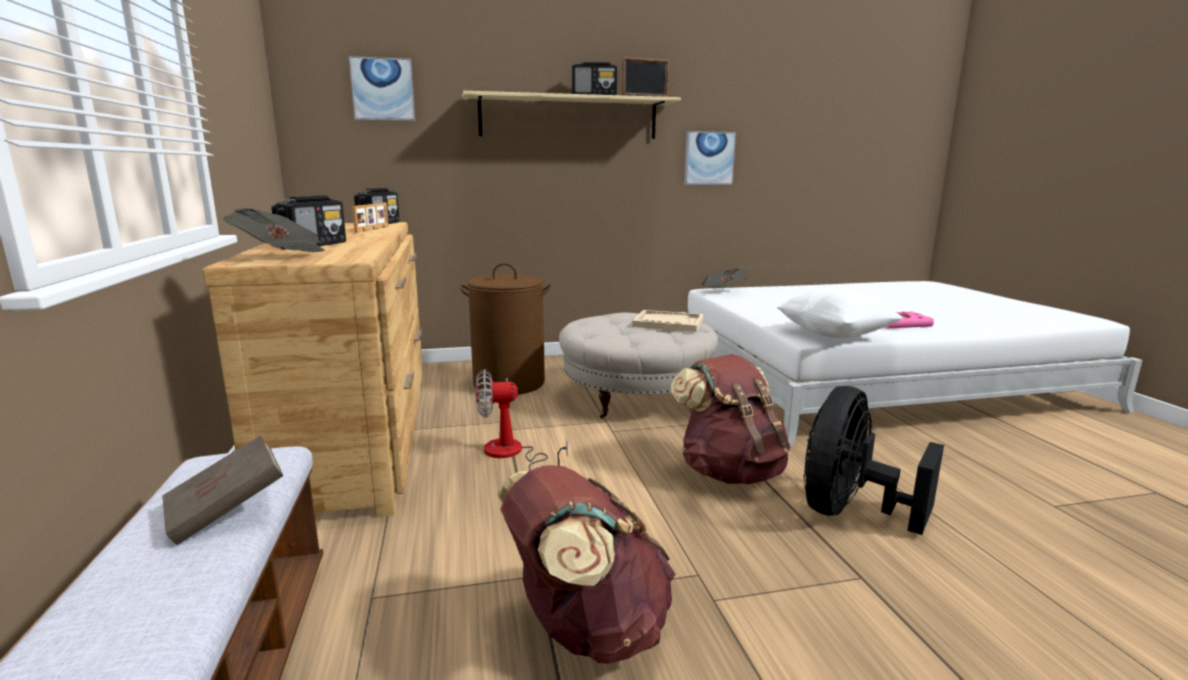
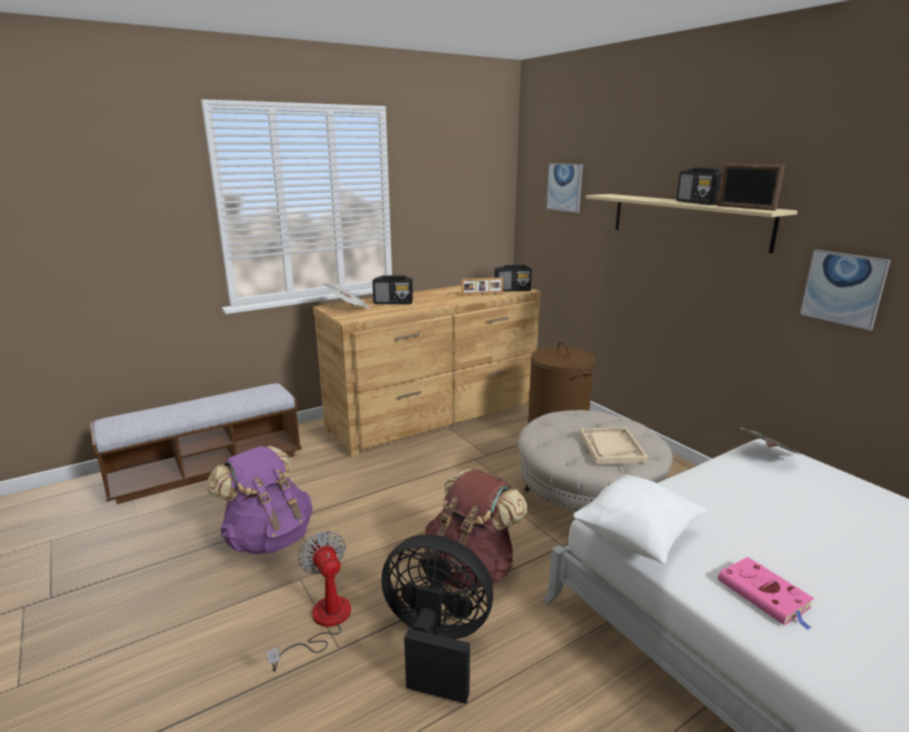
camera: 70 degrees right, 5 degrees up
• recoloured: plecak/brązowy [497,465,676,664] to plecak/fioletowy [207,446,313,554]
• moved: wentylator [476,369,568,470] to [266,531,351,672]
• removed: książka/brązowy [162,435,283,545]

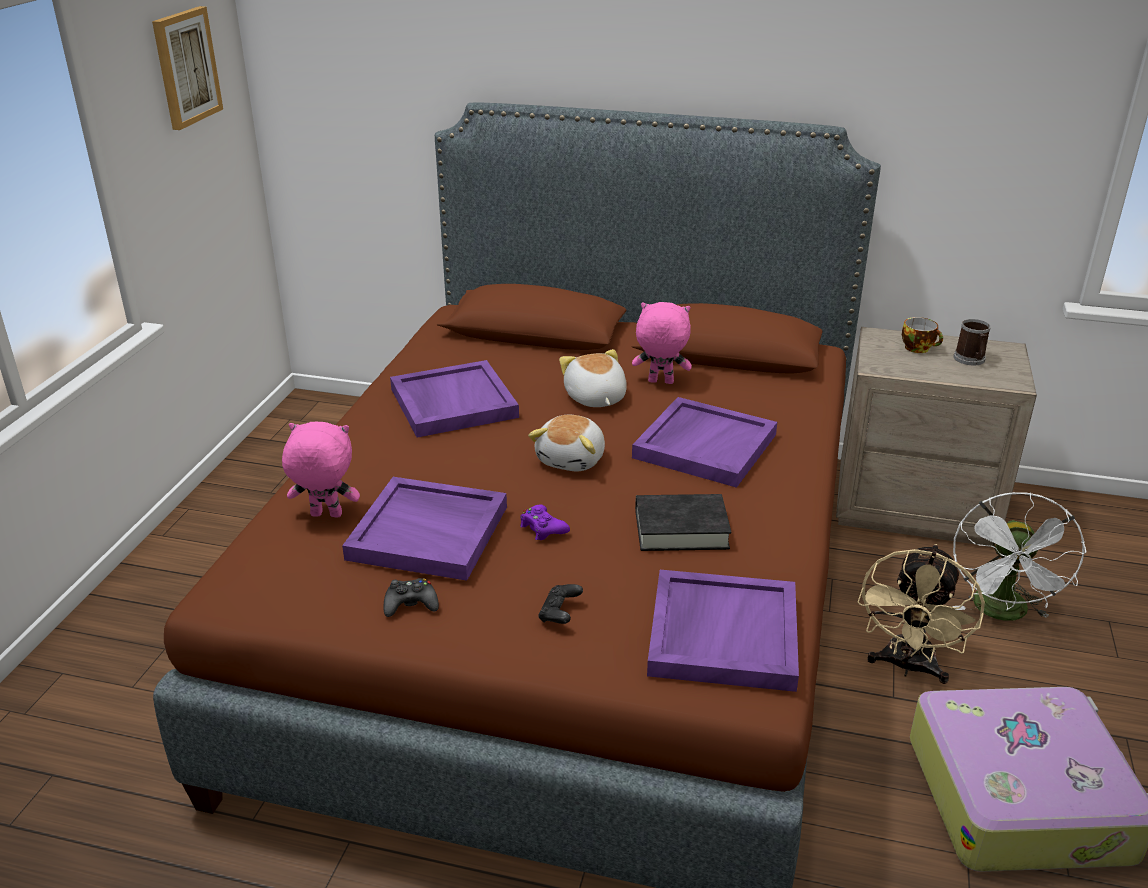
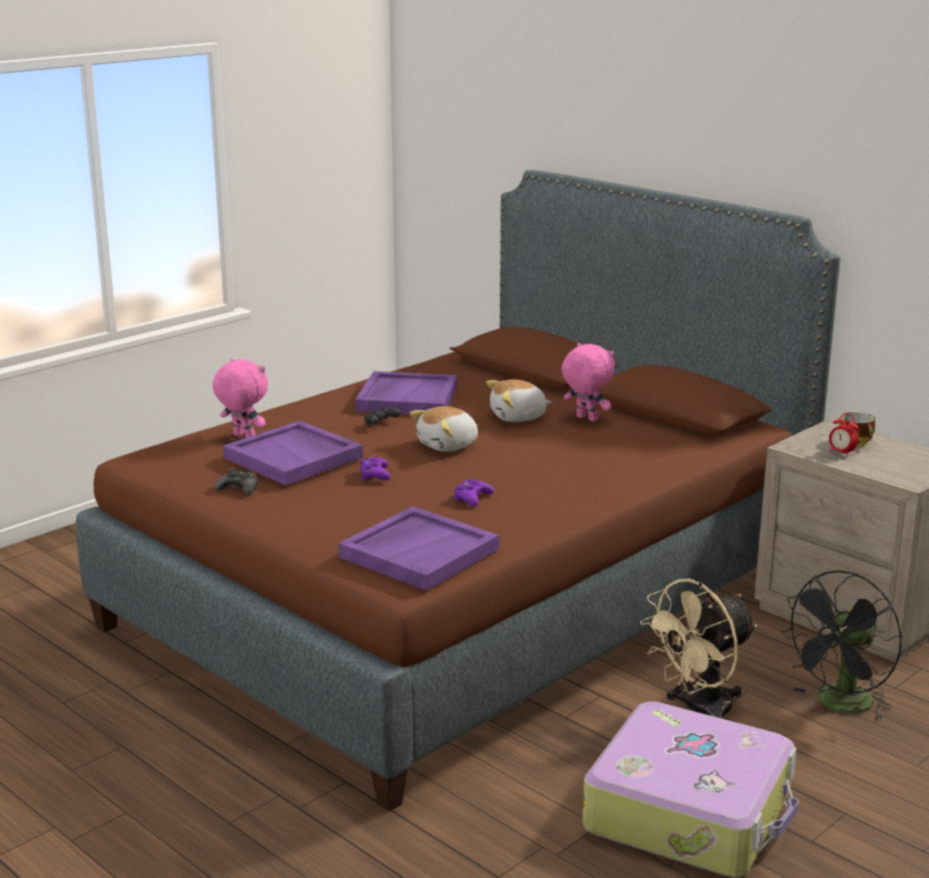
camera: 30 degrees right, 10 degrees down
• moved: pad do gier/czarny [538,584,583,624] to [364,407,401,425]
• replaced: książka/czarny [635,494,732,551] to pad do gier/fioletowy [453,479,494,506]
• turned: pluszak [559,349,627,407] = [486,379,552,422] 120 degrees counterclockwise
• recoloured: wentylator/biały [952,492,1086,621] to wentylator/czarny [780,571,902,721]
• added: budzik [829,413,859,457]
• removed: obraz [152,6,223,130]
• removed: taca/fioletowy [632,397,777,488]
• removed: kubek [953,319,991,365]

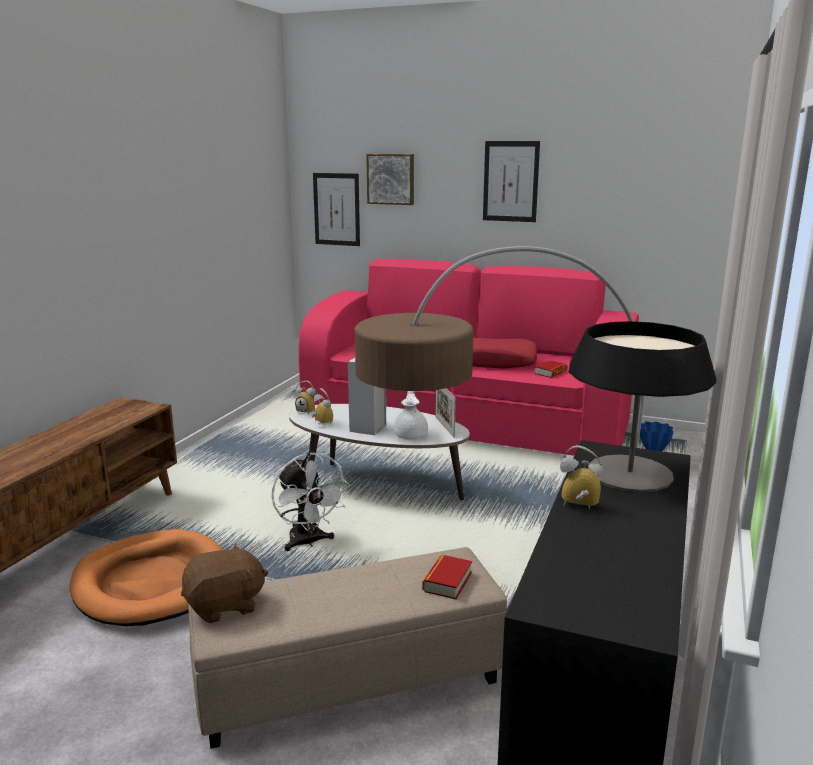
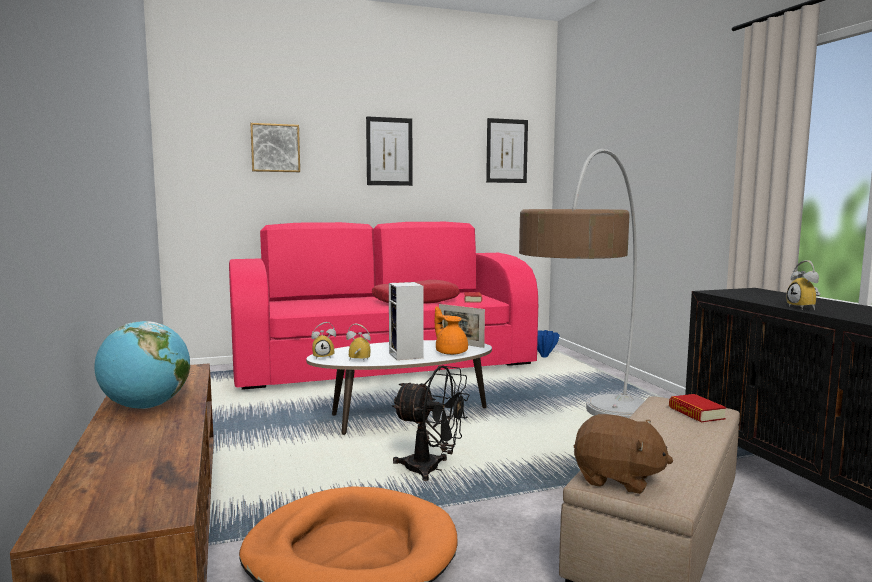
camera: 40 degrees left, 10 degrees down
• added: globus [94,321,190,409]
• recoloured: wentylator/biały [272,452,350,551] to wentylator/czarny [392,365,469,481]
• recoloured: imbryk/biały [394,391,428,439] to imbryk/pomarańczowy [435,307,468,355]
• moved: obraz [313,173,360,246] to [486,118,528,183]
• turned: pluszak/brązowy [181,543,268,623] = [574,414,673,494] 90 degrees clockwise
• turned: budzik [560,445,603,510] = [787,260,820,310] 75 degrees counterclockwise
• removed: lampa stołowa [569,321,717,493]

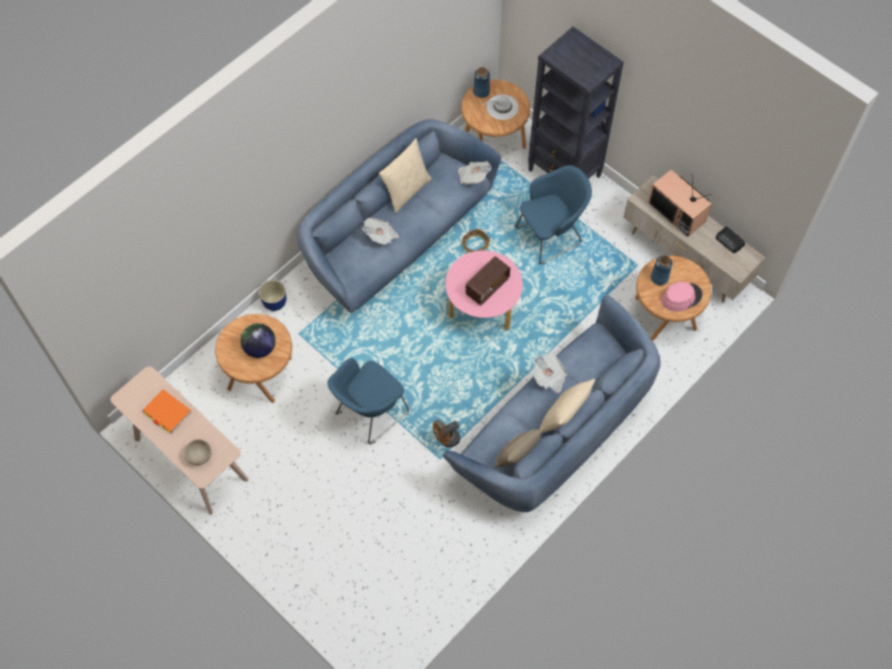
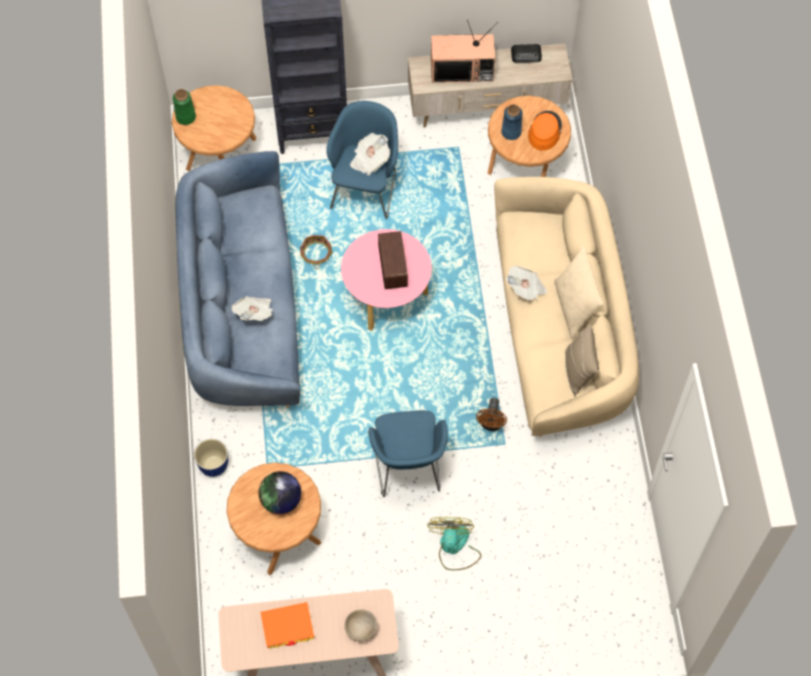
camera: 50 degrees left, 0 degrees up
• recoloured: wazon/niebieski [473,67,490,98] to wazon/zielony [173,89,196,125]
• moved: gazeta [458,161,491,184] to [350,133,390,175]
• added: wentylator [427,517,481,570]
• recoloured: kanapa/niebieski [443,294,661,512] to kanapa/beżowy [494,177,639,437]
• recoloured: kapelusz/różowy [662,282,702,312] to kapelusz/pomarańczowy [528,111,562,151]
• removed: poduszka/beżowy [379,138,432,213]
• removed: kapelusz/biały [483,94,518,120]

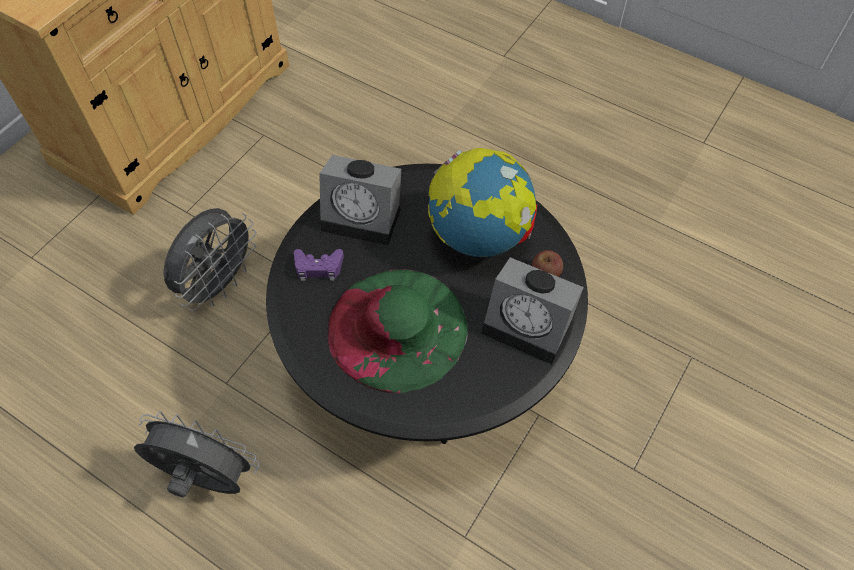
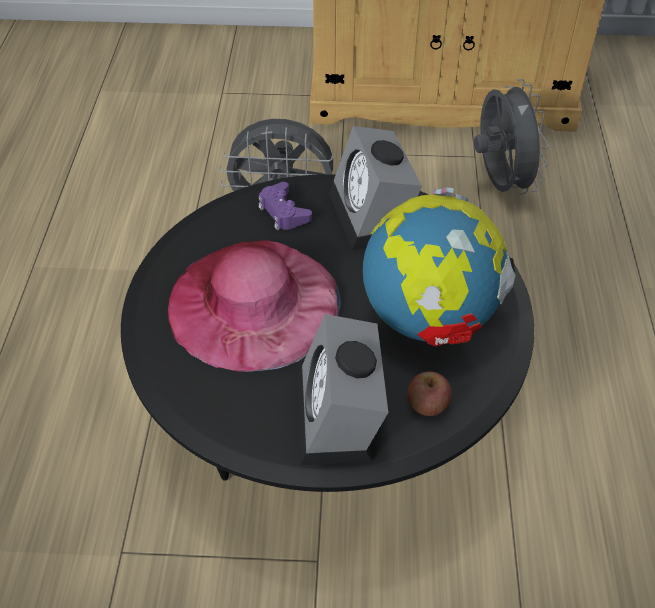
camera: 60 degrees right, 10 degrees down
• recoloured: kapelusz/zielony [328,269,468,393] to kapelusz/różowy [167,240,341,372]
• moved: wentylator/szary [134,411,260,497] to [474,79,549,195]

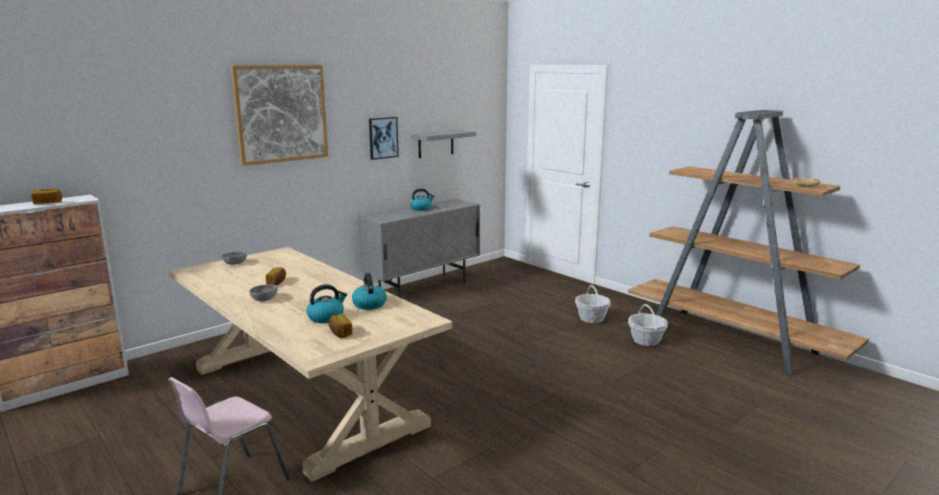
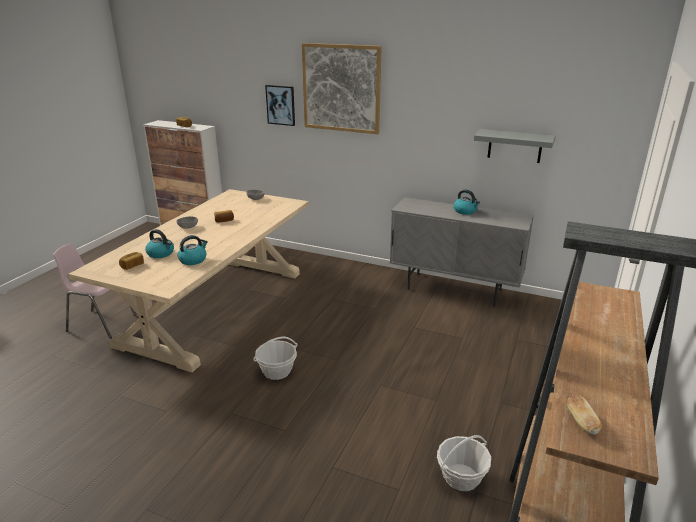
camera: 65 degrees right, 10 degrees up
• moved: koszyk [575,285,611,323] to [253,337,297,380]
• moved: obraz [369,117,399,160] to [265,85,295,126]

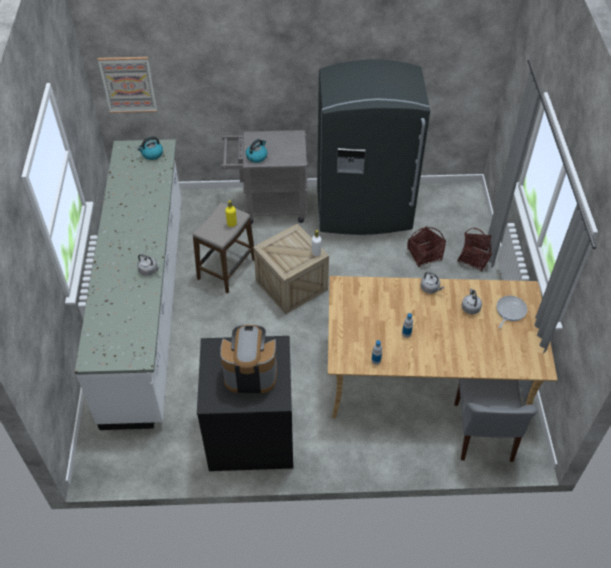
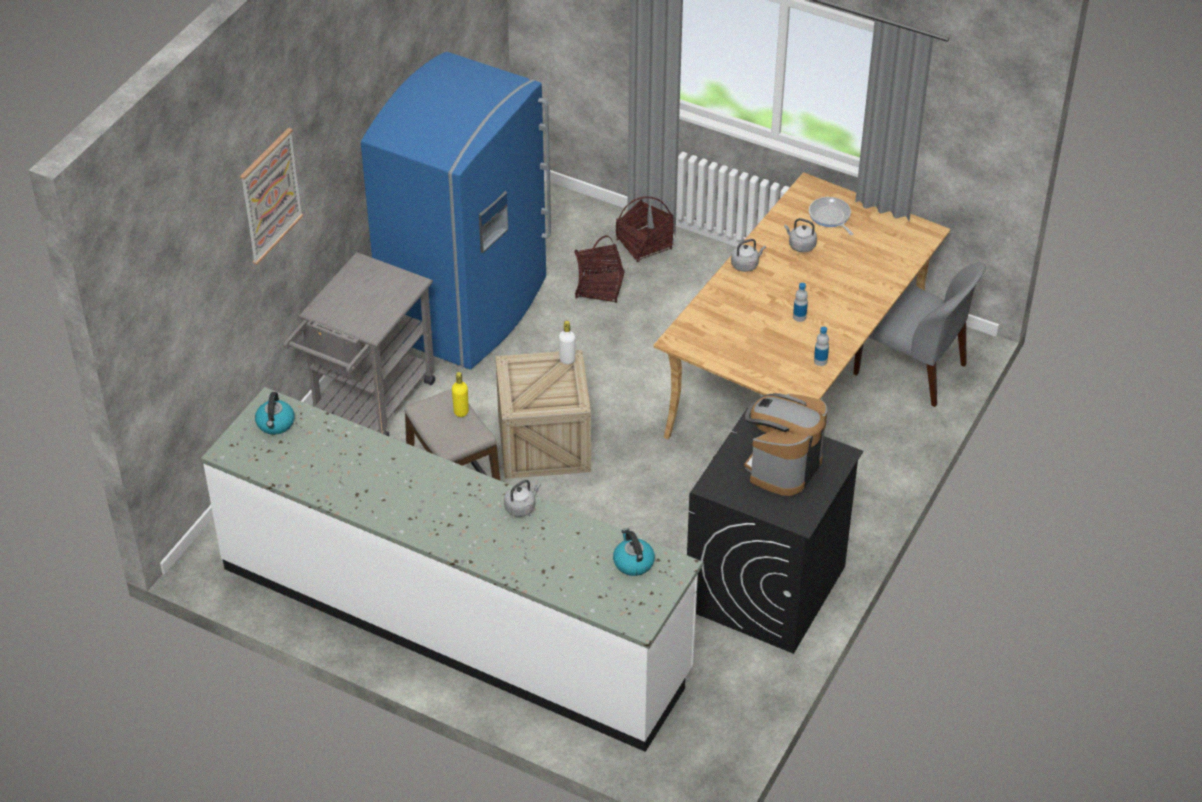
camera: 60 degrees left, 5 degrees down
• moved: obraz [97,57,157,113] to [240,128,303,265]
• recoloured: lodówka/szary [317,59,430,235] to lodówka/niebieski [361,52,551,369]
• moved: czajnik [246,139,267,163] to [613,528,655,576]

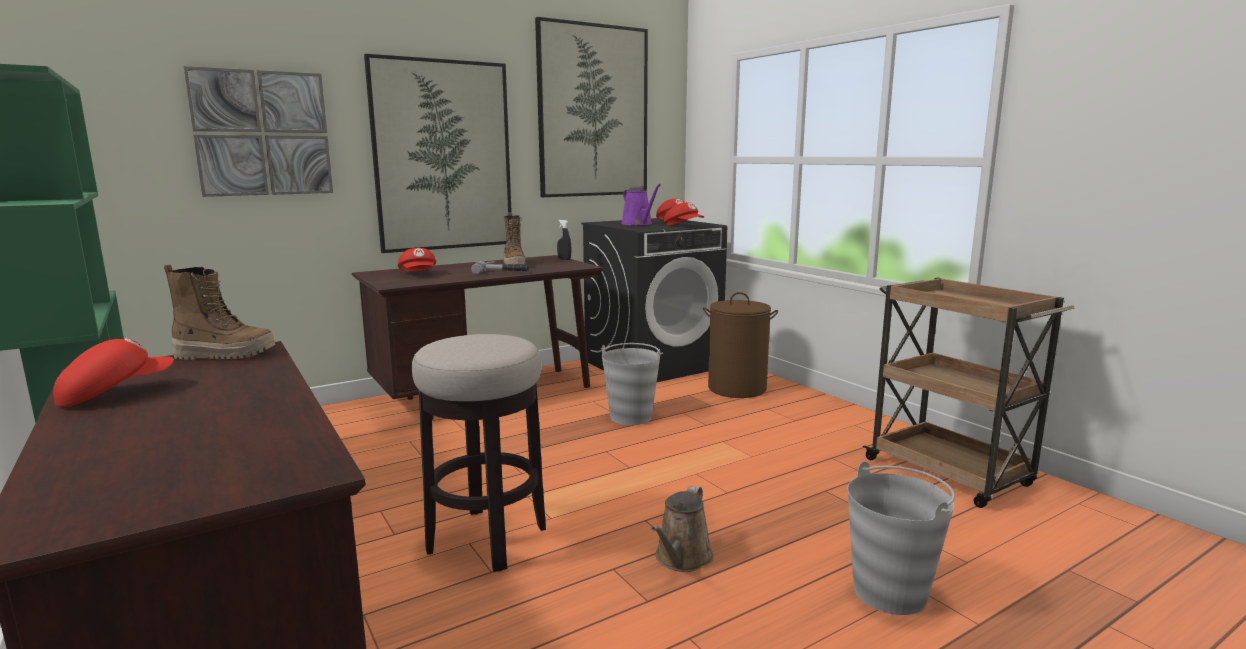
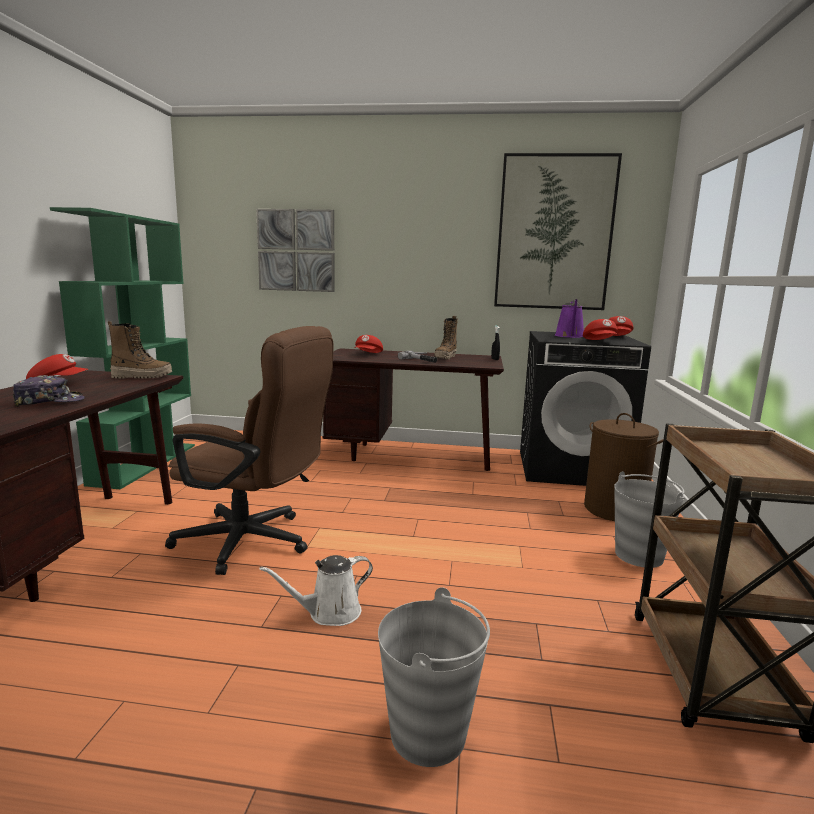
camera: 40 degrees right, 0 degrees up
• added: czapka z daszkiem [13,375,85,407]
• turned: but z cholewką [164,265,275,360] = [108,321,172,379] 45 degrees counterclockwise
• replaced: stołek [412,334,546,572] to krzesło biurowe/brązowy [165,326,333,575]
• recoloured: konewka/brązowy [652,485,713,572] to konewka/biały [260,555,373,626]
• moved: wiadro/szary [601,343,663,425] to [614,471,685,568]
• removed: obraz [364,54,512,253]

